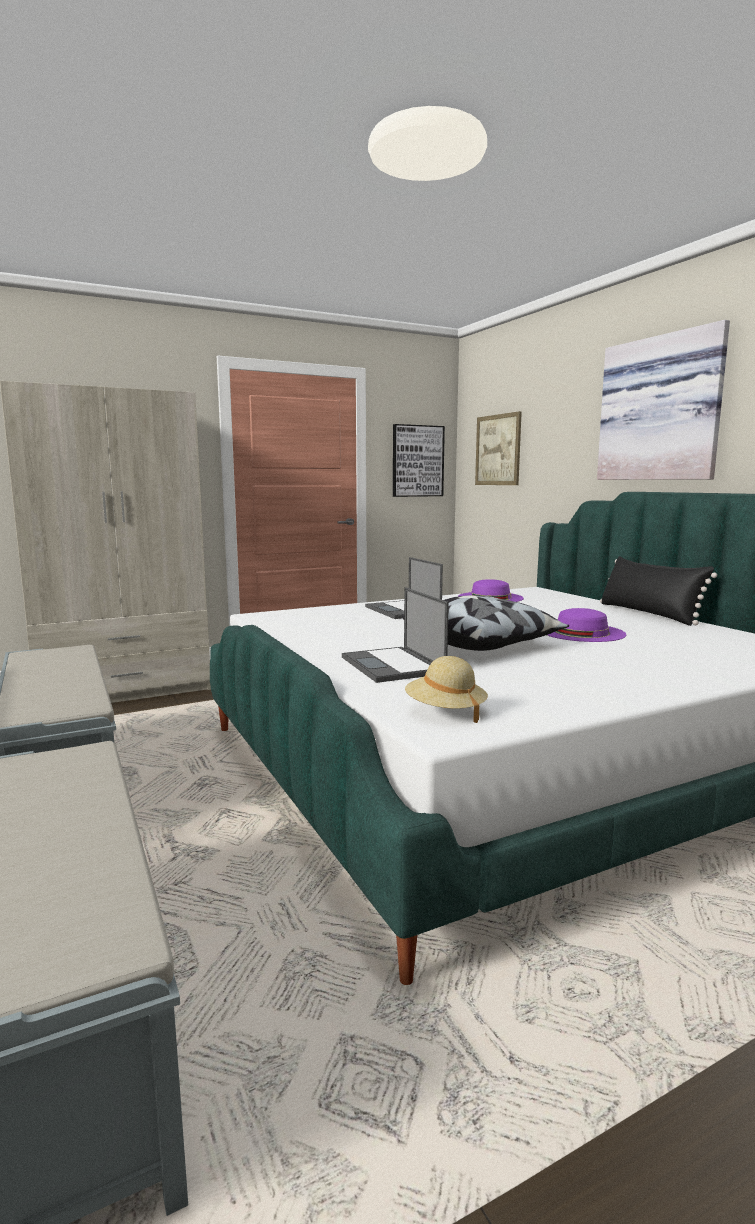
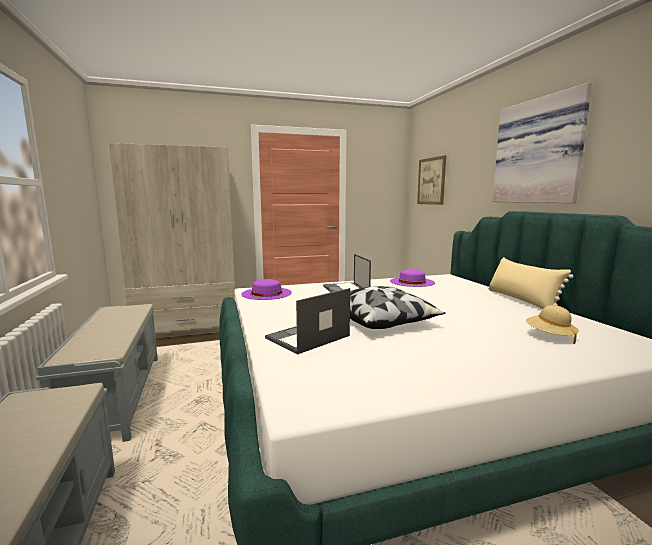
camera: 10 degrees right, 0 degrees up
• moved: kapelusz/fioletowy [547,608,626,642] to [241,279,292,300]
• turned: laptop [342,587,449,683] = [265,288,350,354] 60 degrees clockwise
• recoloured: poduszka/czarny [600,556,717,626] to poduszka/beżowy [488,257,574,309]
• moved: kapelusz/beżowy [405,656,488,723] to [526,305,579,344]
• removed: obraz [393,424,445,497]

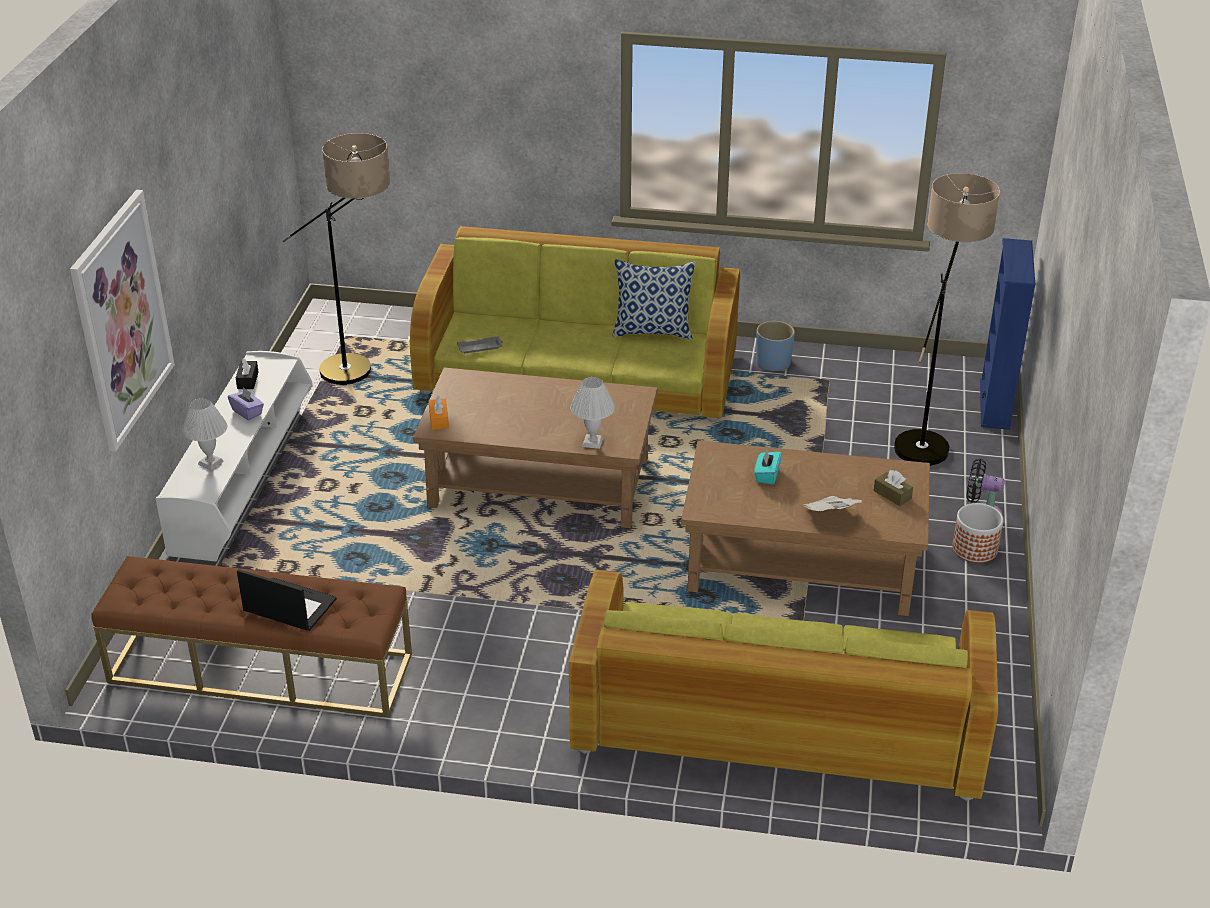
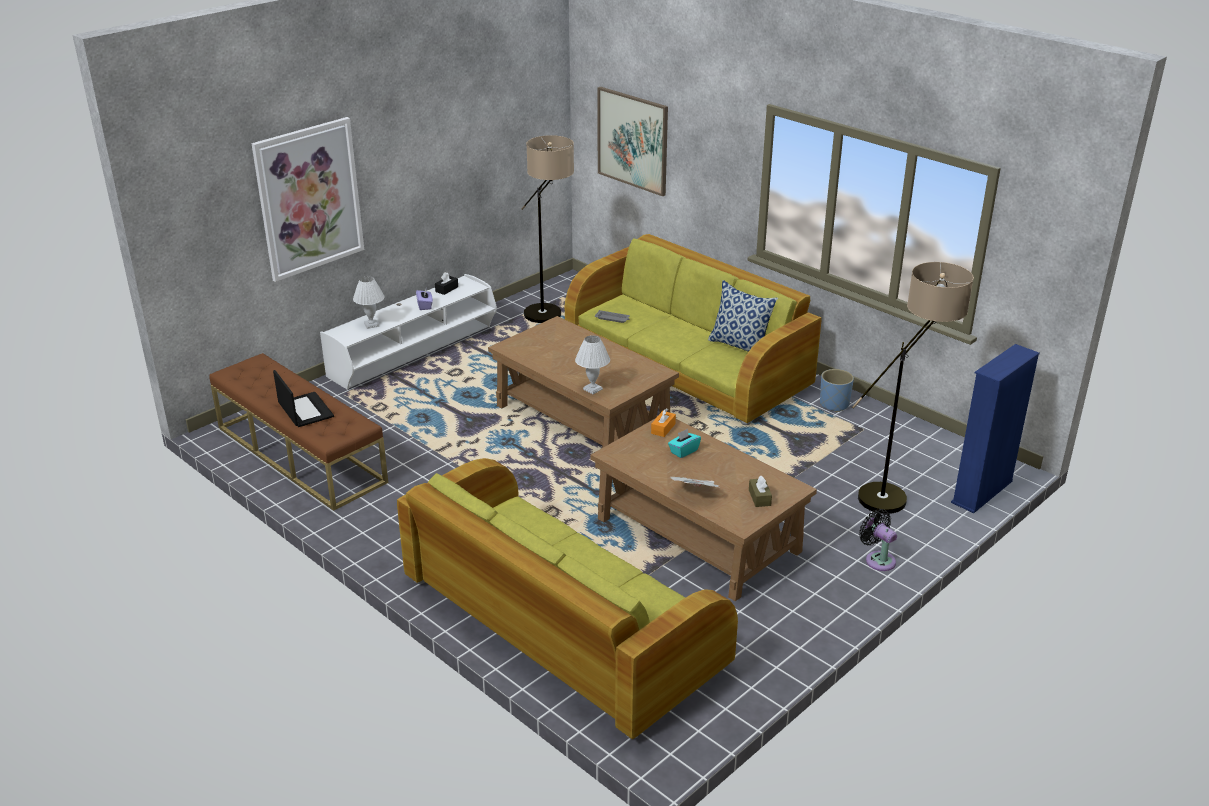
camera: 35 degrees right, 5 degrees down
• added: obraz [597,87,668,197]
• moved: pudełko chusteczek/pomarańczowy [429,396,449,430] to [651,408,676,437]
• removed: donica [952,503,1004,563]

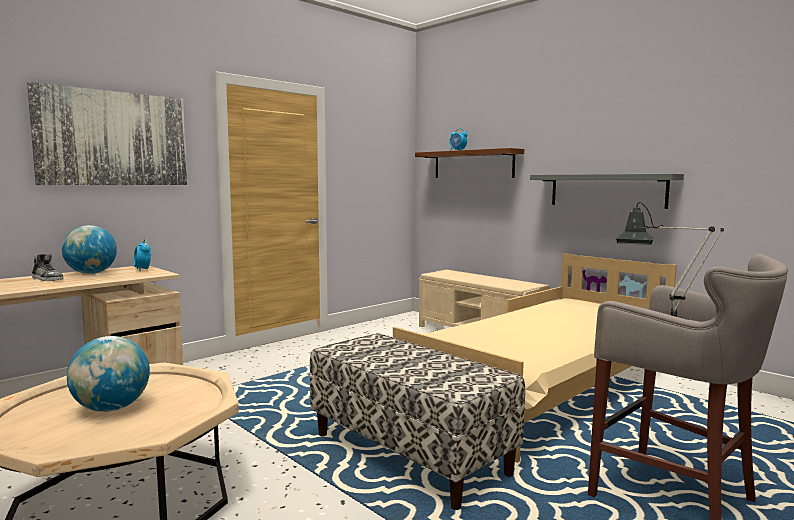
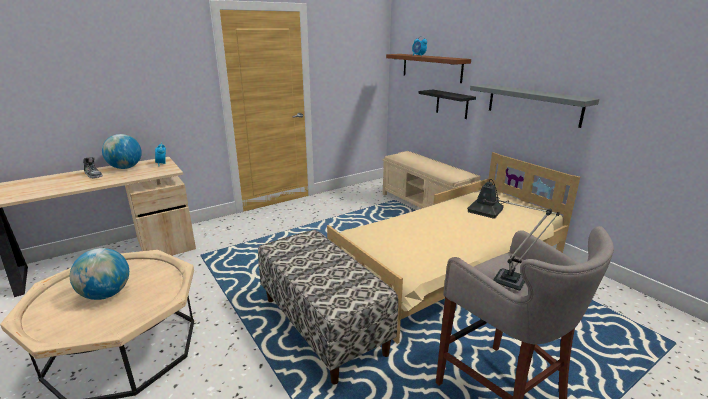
camera: 10 degrees right, 15 degrees up
• added: półka/czarny [418,90,476,119]
• removed: obraz [27,82,187,185]

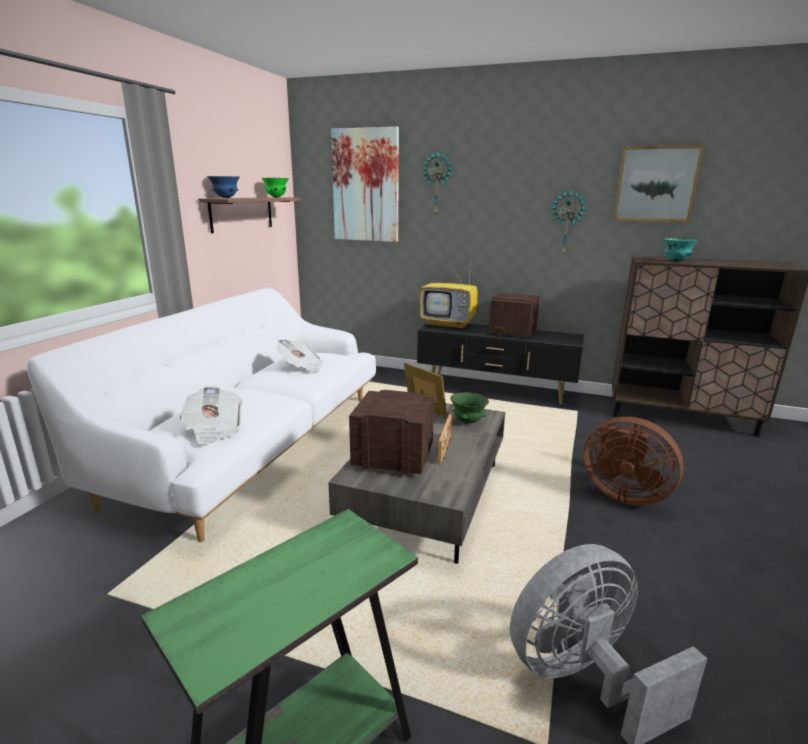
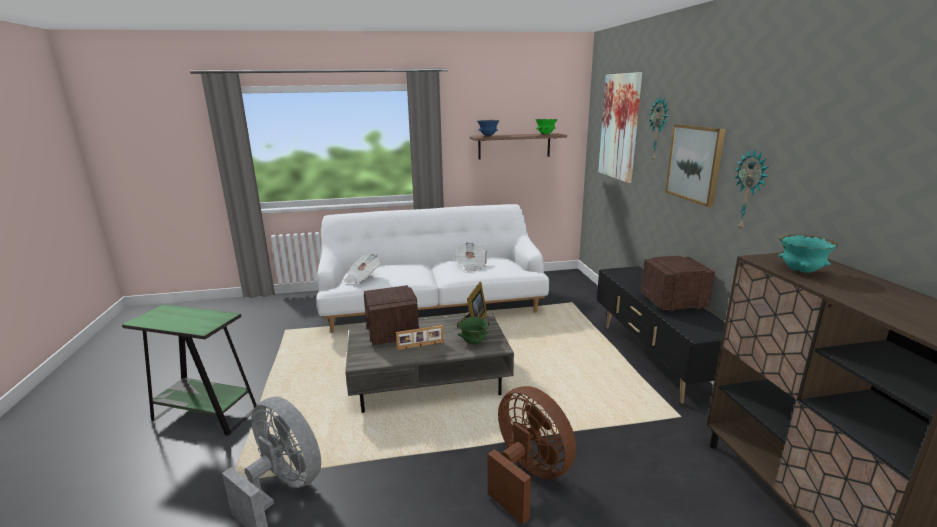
camera: 60 degrees right, 0 degrees up
• turned: wentylator/brązowy [583,417,684,506] = [488,386,576,525] 135 degrees clockwise
• moved: obraz [613,145,704,222] to [665,124,725,207]
• removed: telewizor [420,256,478,329]

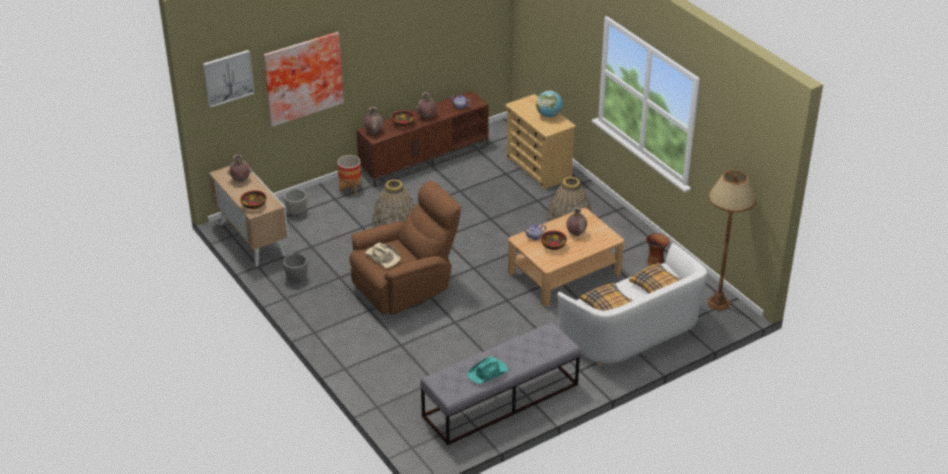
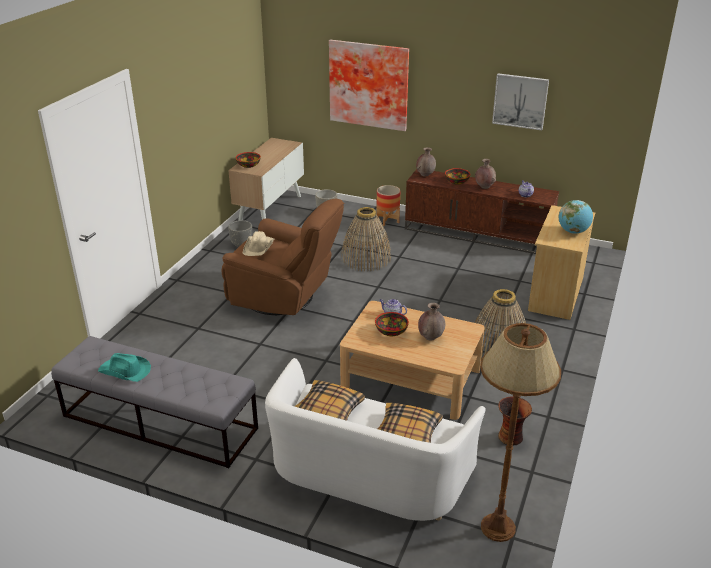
camera: 55 degrees right, 5 degrees down
• moved: obraz [203,50,255,108] to [492,73,549,130]
• removed: wazon/brązowy [227,154,252,182]

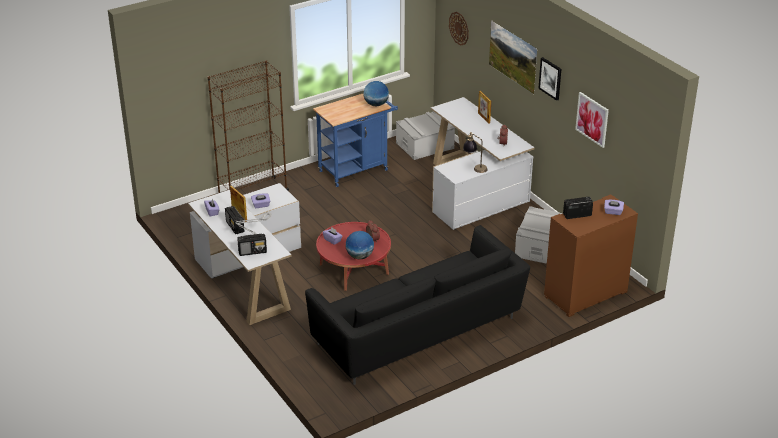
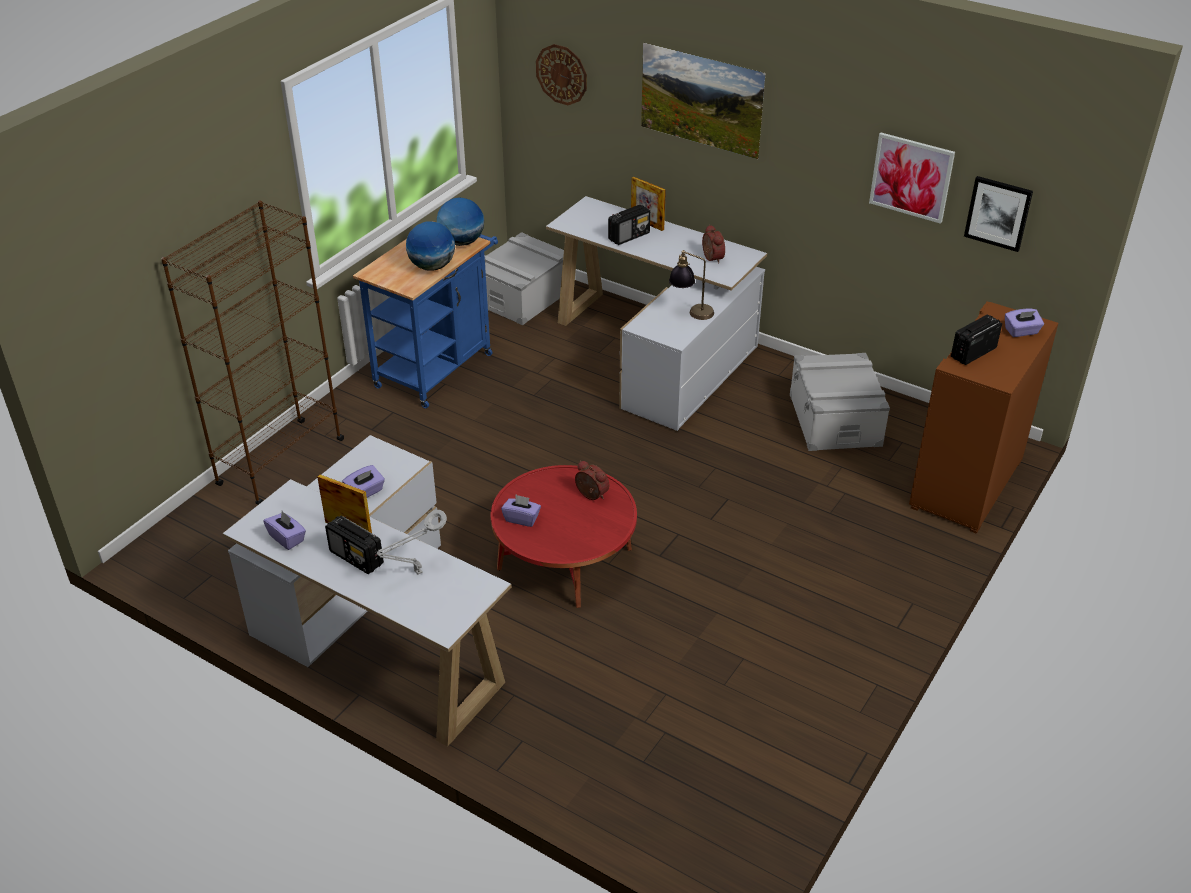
camera: 25 degrees left, 5 degrees up
• moved: globus [346,231,374,259] to [406,221,455,271]
• moved: radio [237,234,267,256] to [608,205,650,245]
• moved: obraz [538,57,561,101] to [964,176,1033,252]
• removed: kanapa/czarny [305,225,530,385]

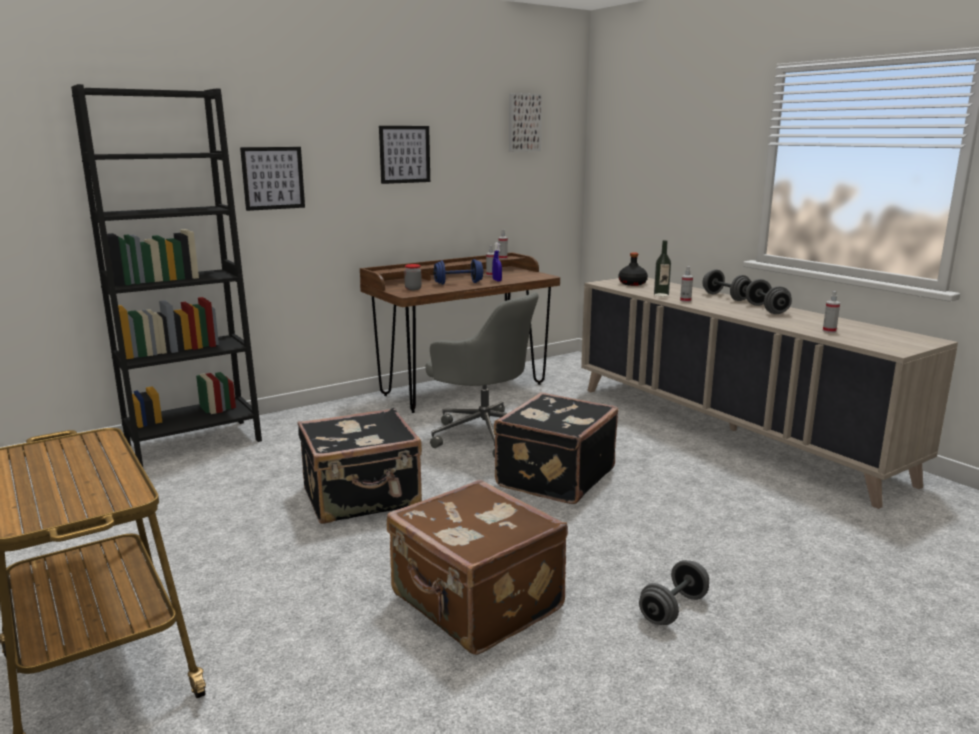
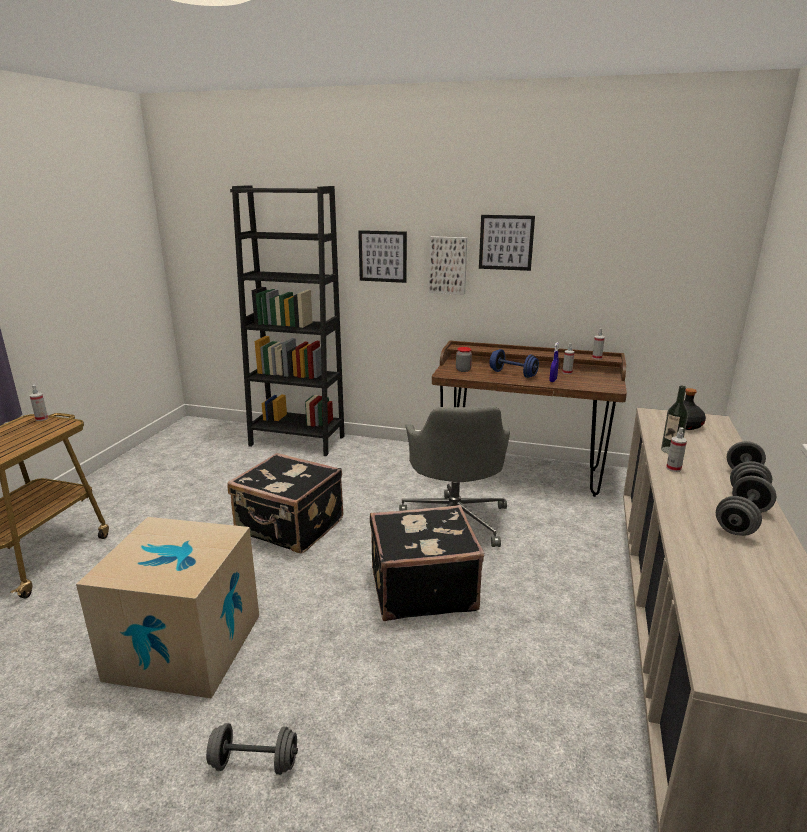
camera: 50 degrees right, 5 degrees up
• moved: spryskiwacz [823,291,840,333] to [30,385,48,421]
• replaced: walizka/brązowy [387,480,568,655] to karton [76,517,259,699]
• moved: obraz [509,93,542,152] to [429,236,467,295]

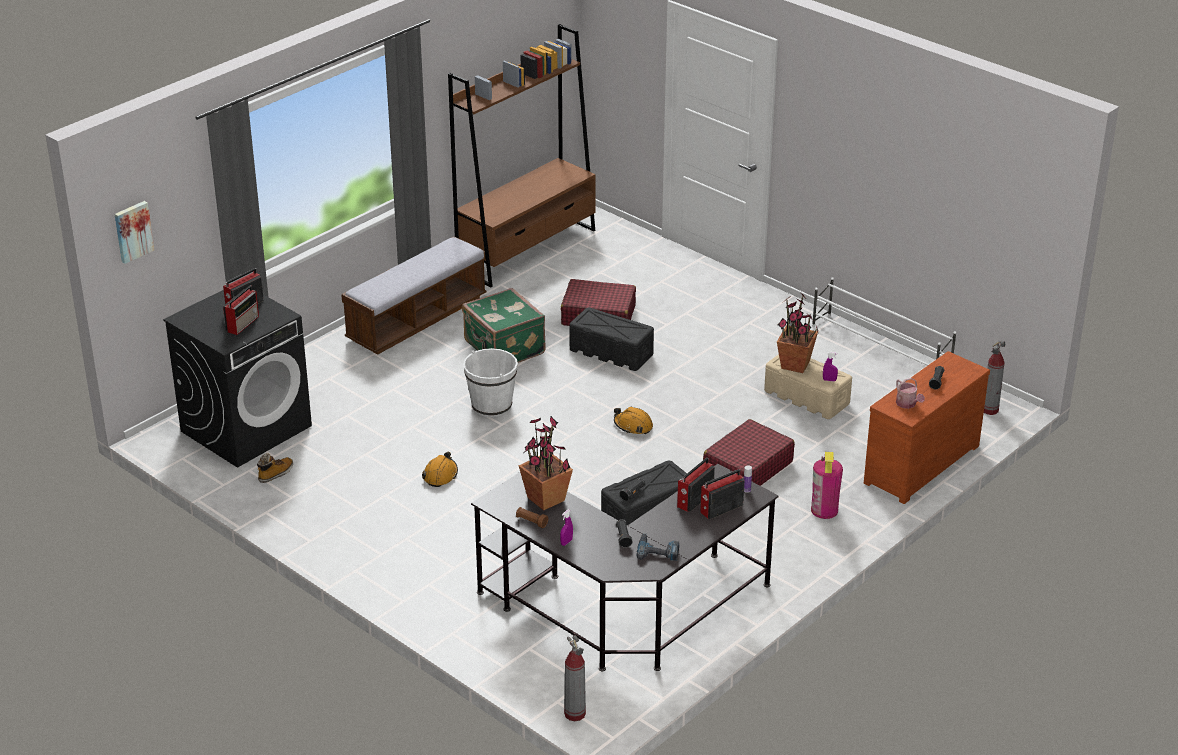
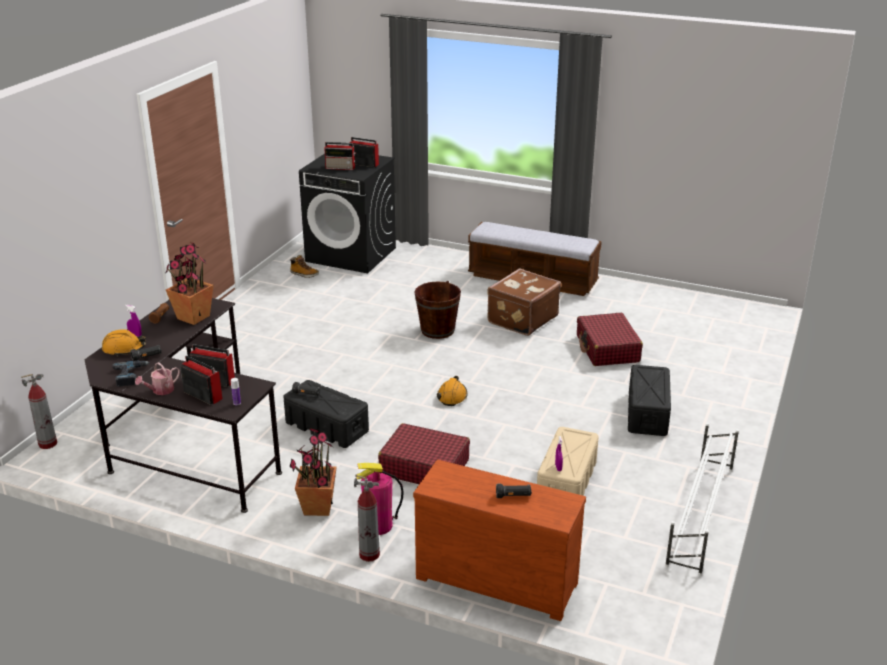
camera: 70 degrees right, 5 degrees down
• moved: kask/pomarańczowy [422,452,458,487] to [102,329,146,357]
• moved: konewka [896,378,925,409] to [135,362,180,395]
• moved: roślina doniczkowa [777,291,819,373] to [290,428,337,516]
• moved: gaśnica [984,341,1005,415] to [354,475,380,562]
• recoloured: wiadro/biały [463,348,518,417] to wiadro/brązowy [415,281,461,339]
• recoloured: walizka/zielony [462,288,546,363] to walizka/brązowy [487,268,561,336]
• moved: pojemnik do przechowywania/czarny [569,308,654,371] to [628,365,671,436]
• removed: obraz [115,201,154,264]
• removed: regał/brązowy [448,24,596,287]

